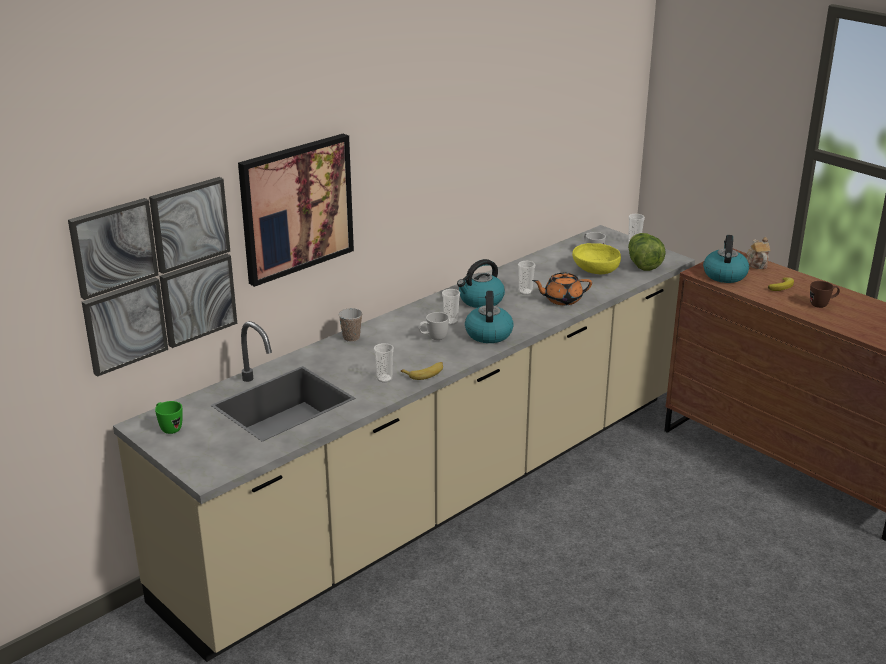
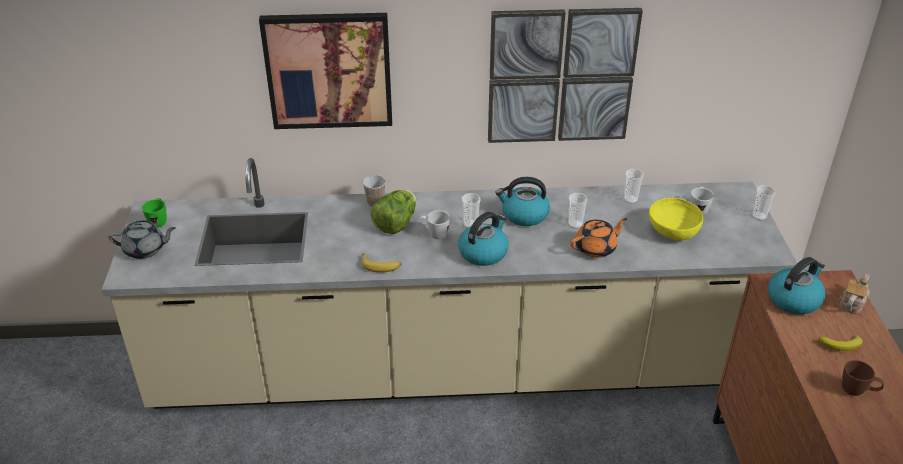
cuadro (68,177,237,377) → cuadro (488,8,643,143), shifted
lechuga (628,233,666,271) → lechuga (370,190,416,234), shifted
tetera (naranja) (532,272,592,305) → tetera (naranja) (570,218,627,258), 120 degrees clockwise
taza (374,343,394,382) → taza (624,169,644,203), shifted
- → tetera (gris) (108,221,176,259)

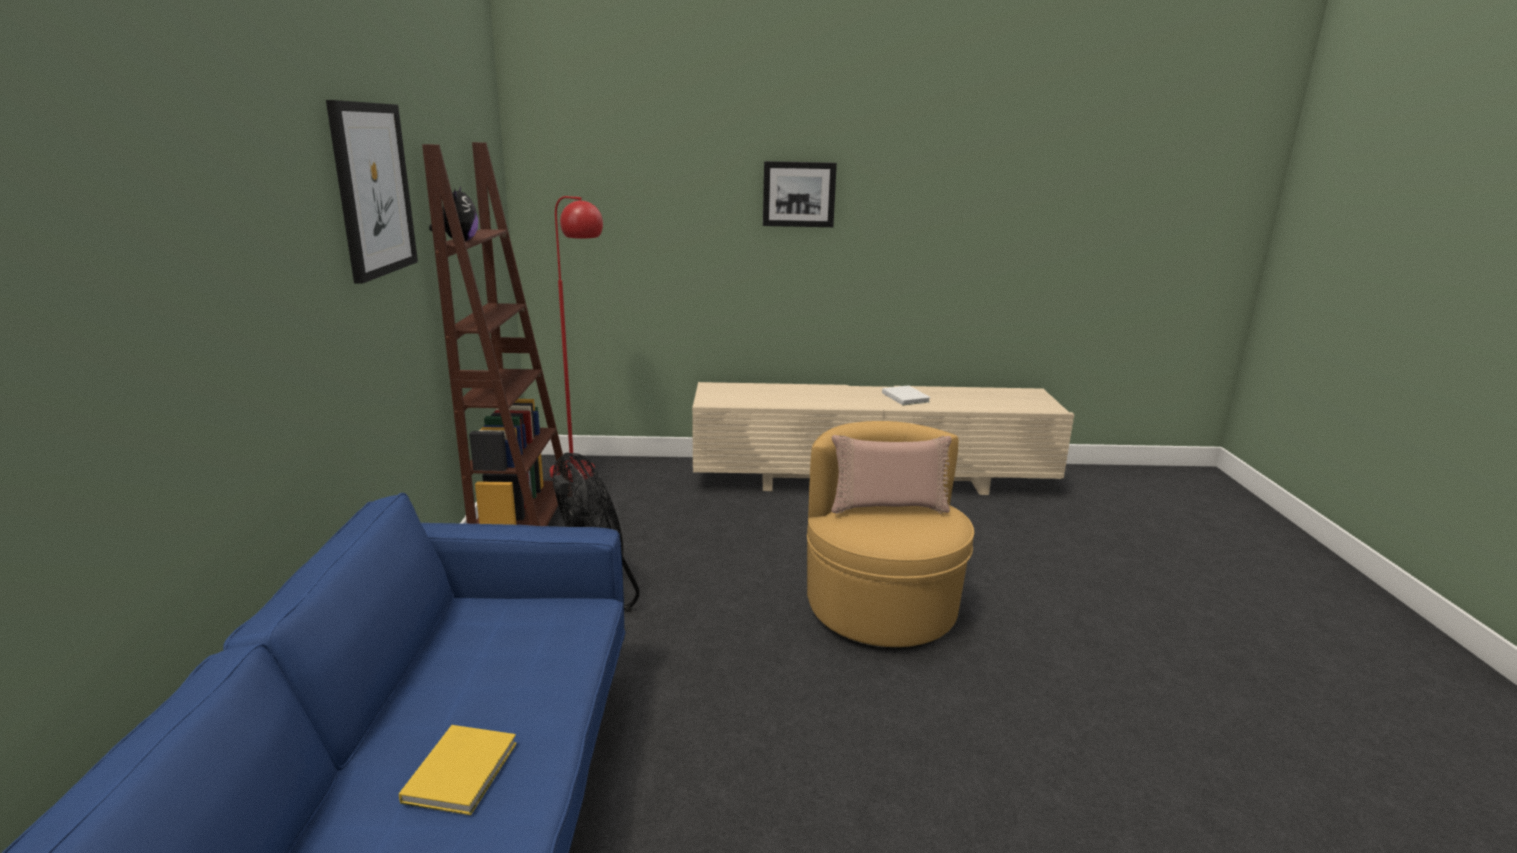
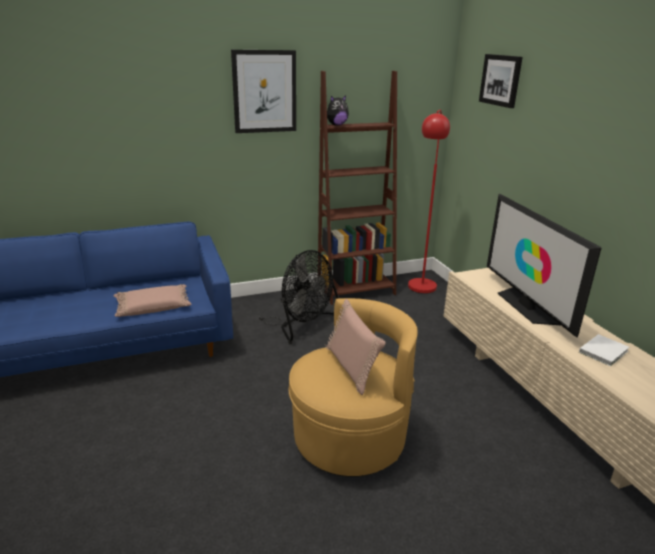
cuadro (763,161,837,227) → cuadro (479,54,523,108), shifted
libro (amarillo) (399,725,517,815) → -
- → televisor (487,194,602,337)
- → cojín (beis) (113,284,191,317)

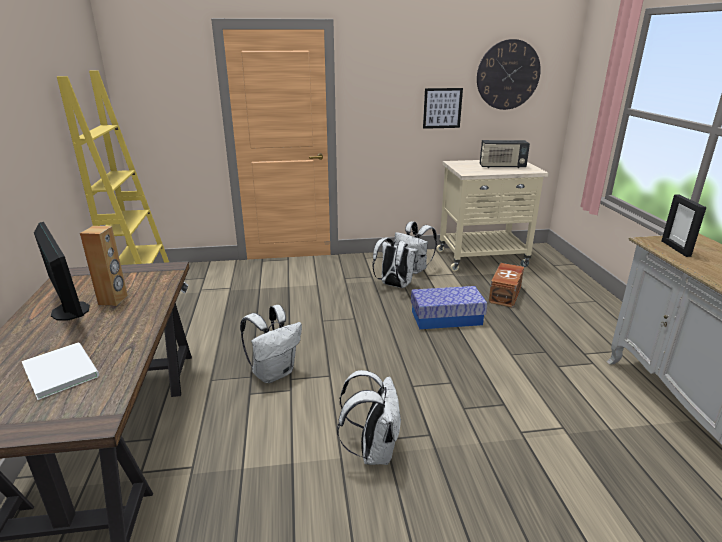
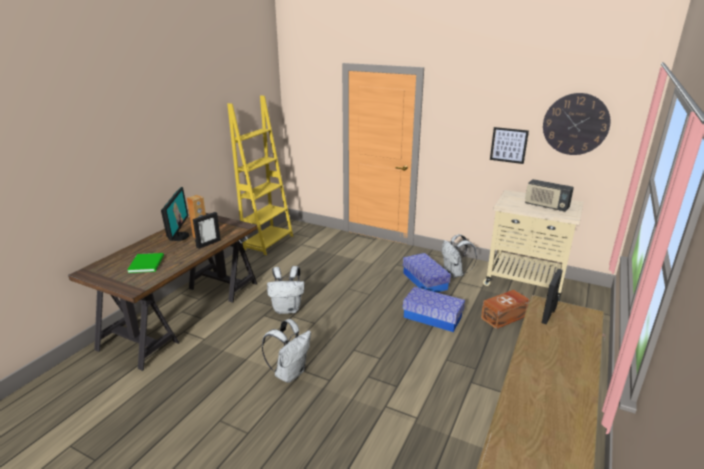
mochila (blanco) (373,238,418,288) → caja de almacenaje (403,253,451,292)
libro (blanco) (22,343,99,400) → libro (verde) (127,253,164,273)
- → portarretratos (193,212,221,249)

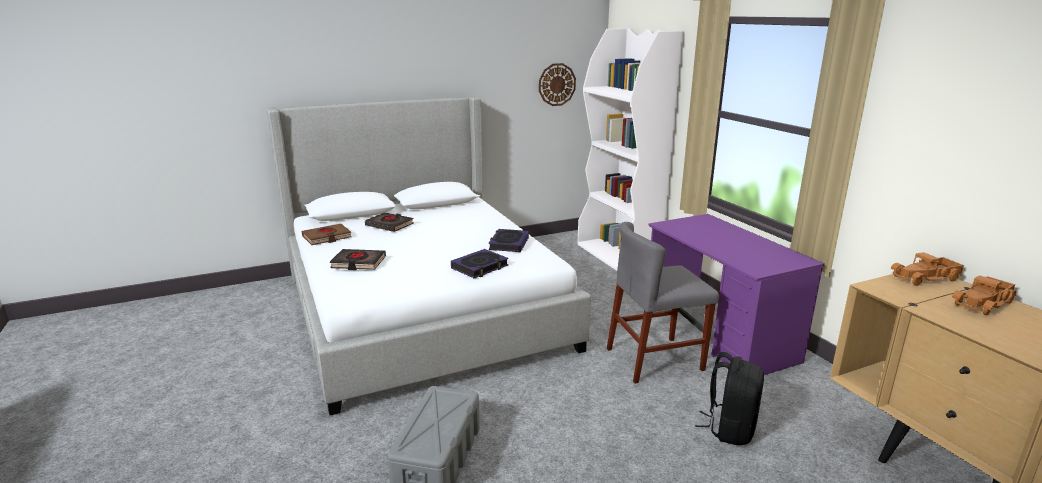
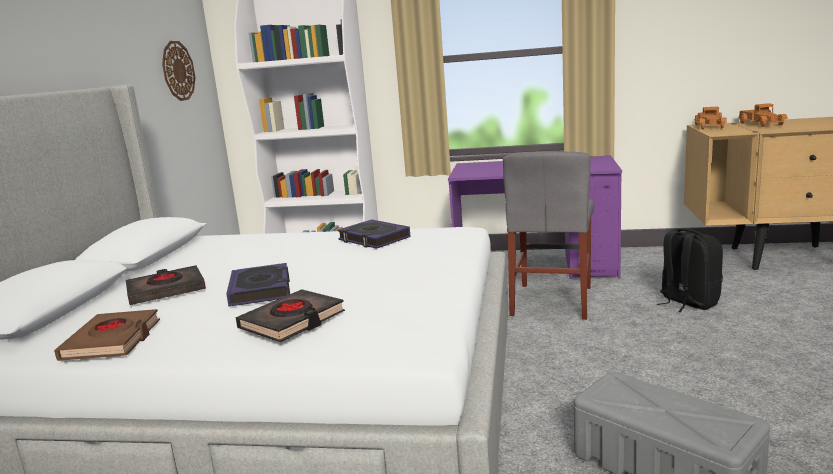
libro (451,249,508,278) → libro (226,263,290,307), shifted

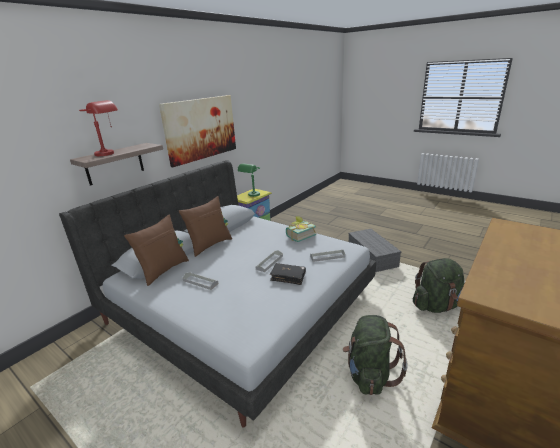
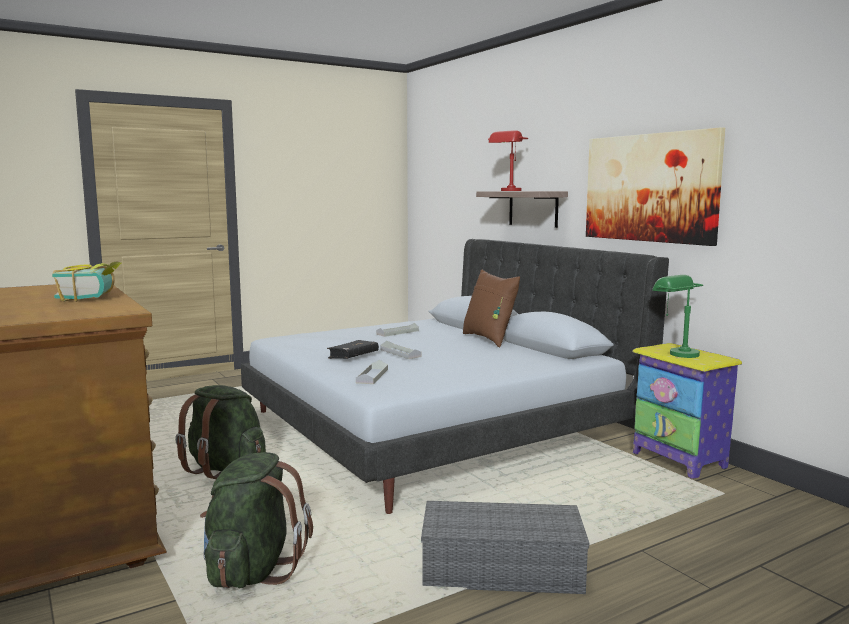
cojín (marrón) (124,214,189,286) → -
libro (286,216,316,242) → libro (52,262,121,302), shifted

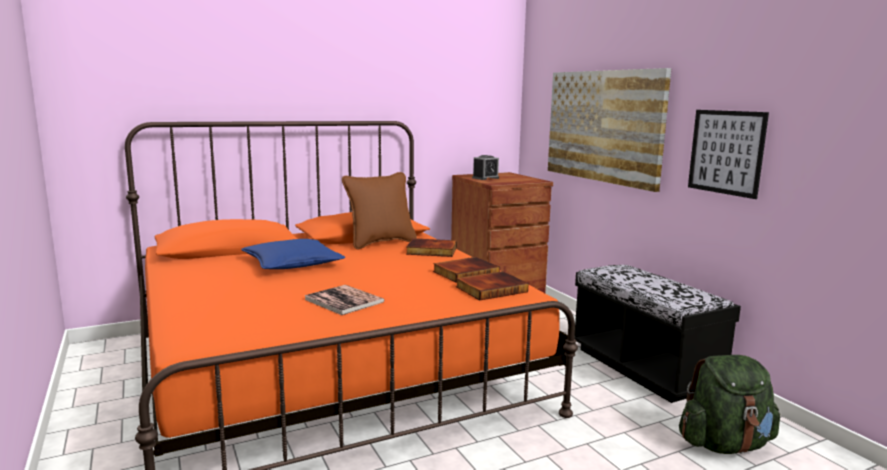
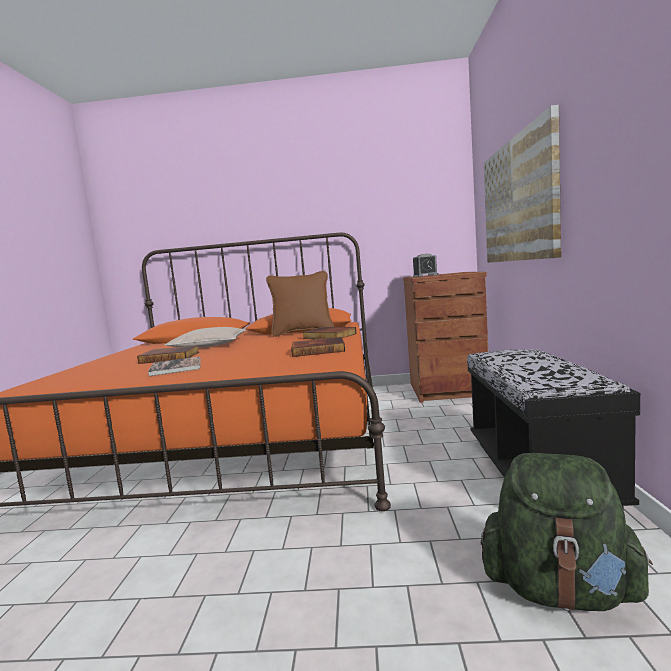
cuadro (688,110,769,199) → -
cojín (azul) (241,239,345,269) → cojín (beis) (165,327,246,347)
libro (456,271,529,301) → libro (137,345,199,364), shifted

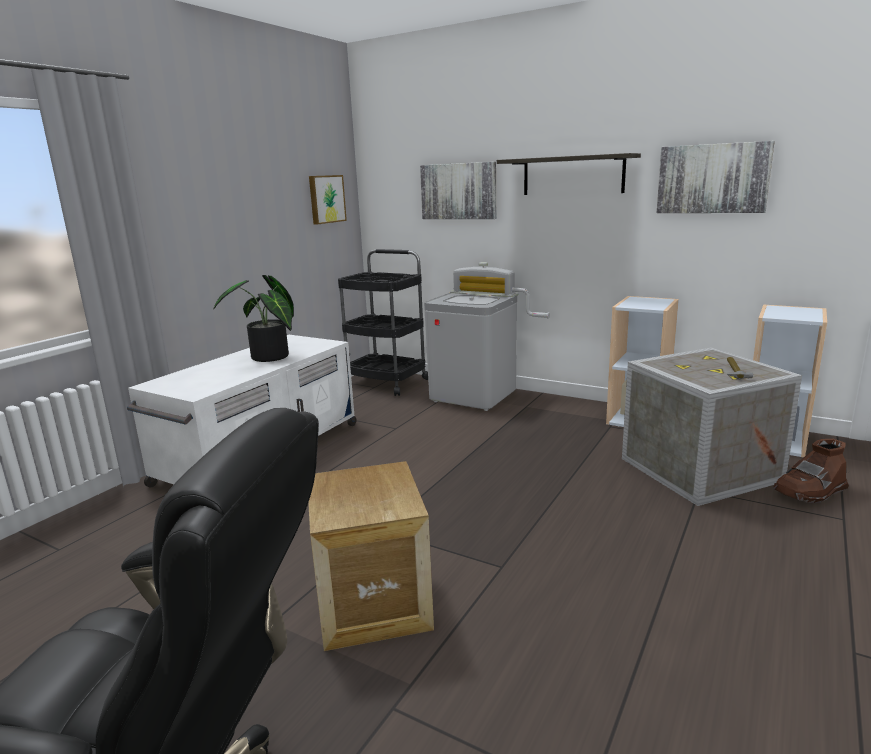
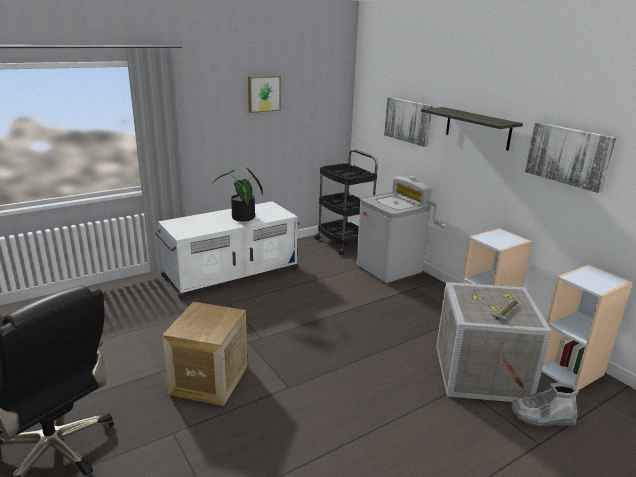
cuadro (309,175,347,224) → cuadro (248,76,281,113), shifted
bota (marrón) (773,439,849,503) → bota (gris) (510,382,579,427)

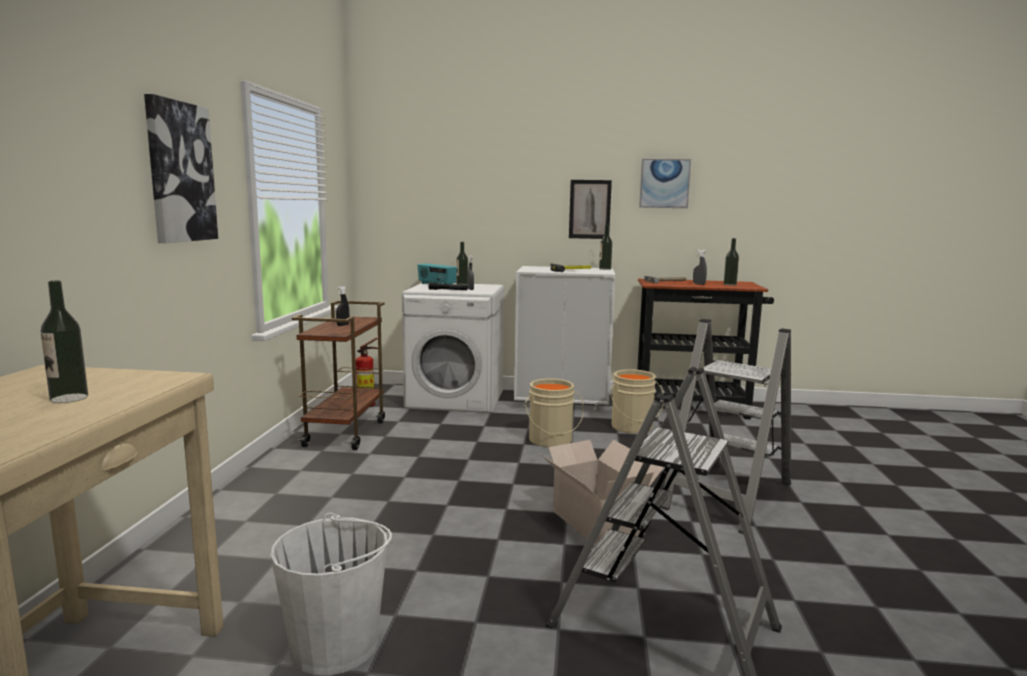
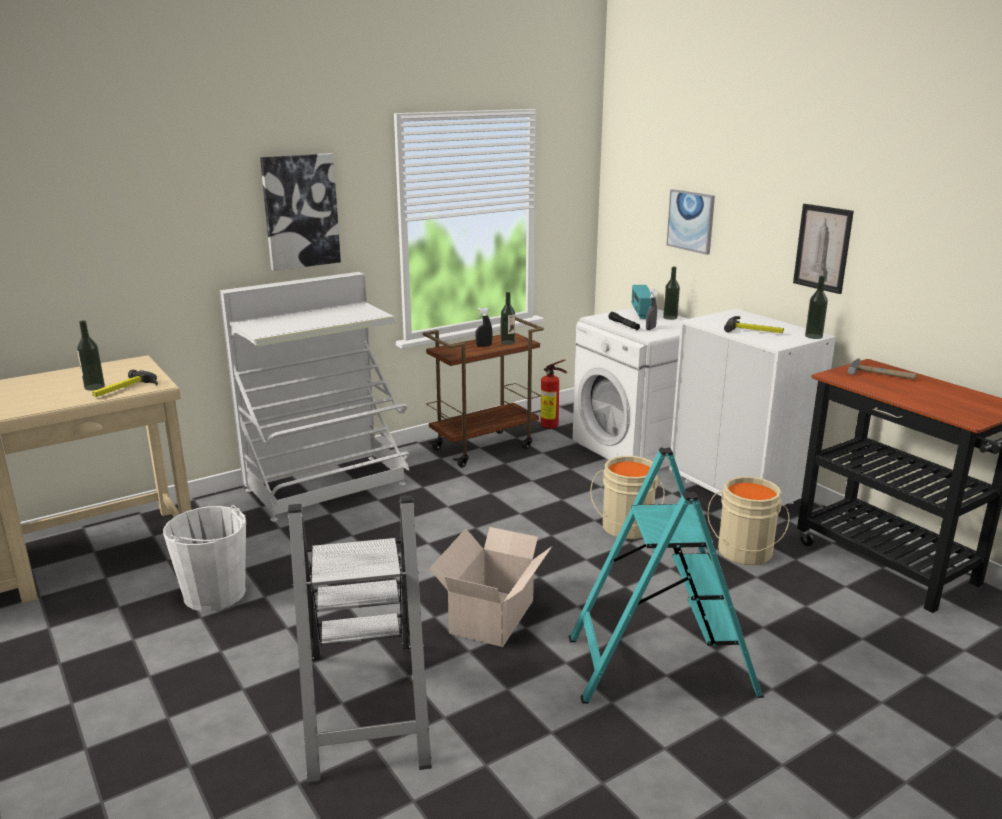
cuadro (639,159,691,208) → cuadro (666,189,715,255), shifted
botella (724,238,739,286) → botella (501,292,515,345), shifted
pulverizador (gris) (693,249,707,285) → -
escalera de tijera (gris) (660,319,791,534) → escalera de tijera (turquesa) (569,447,764,704)
- → zapatero (blanco) (219,272,409,522)
- → martillo (92,369,158,397)

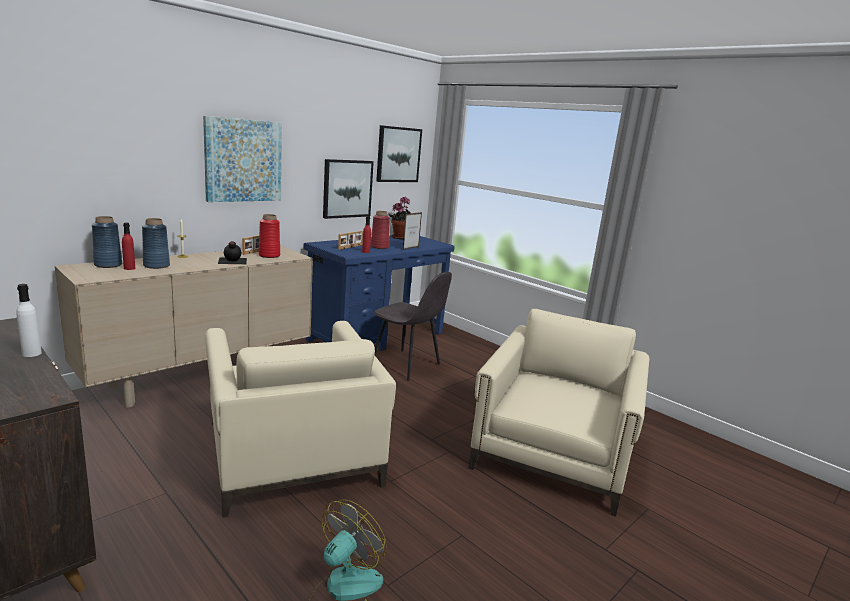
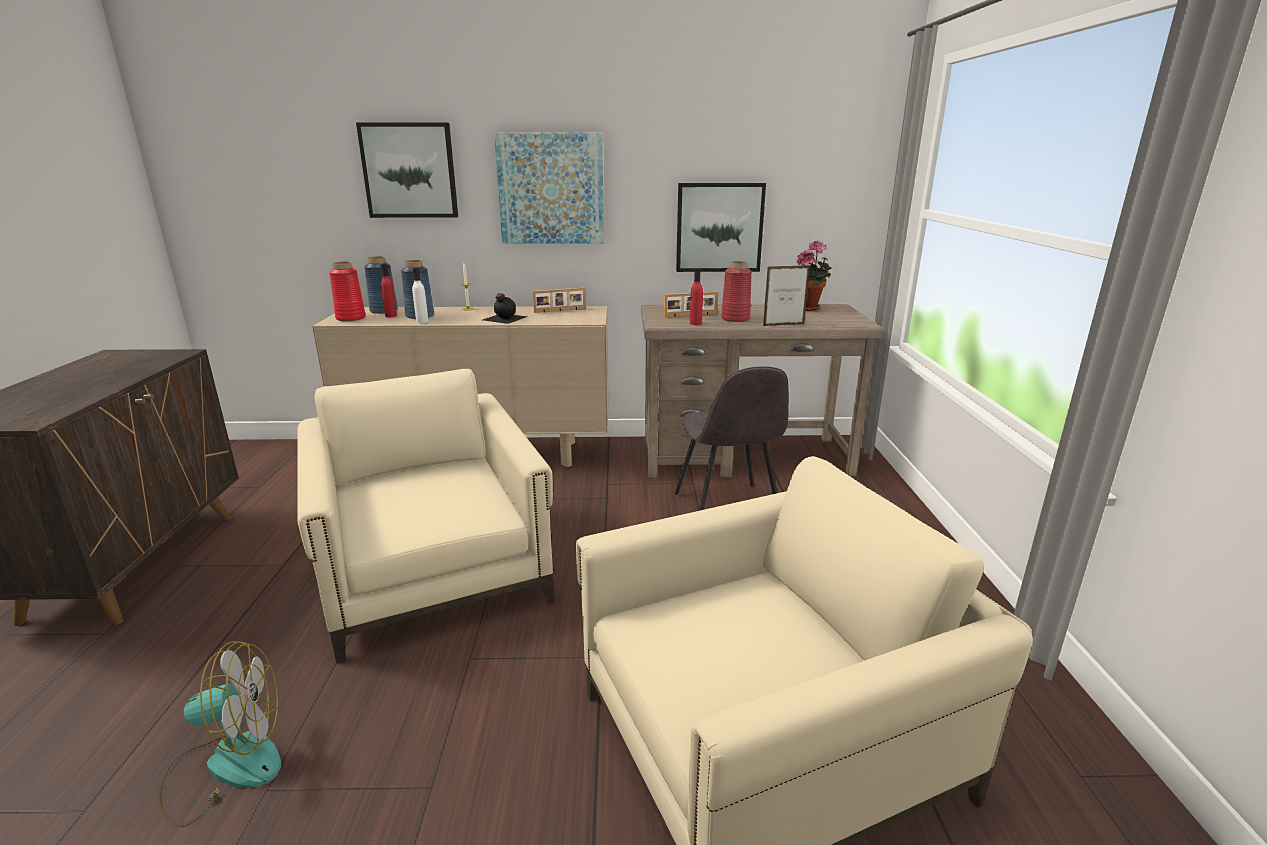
cuadro (376,125,422,182) → cuadro (356,123,458,218), shifted
florero (rojo) (258,214,280,258) → florero (rojo) (329,261,366,321), shifted
escritorio (azul) (303,235,454,351) → escritorio (marrón) (641,304,883,478)
botella (blanco) (16,284,42,357) → botella (blanco) (412,268,429,323), shifted
sillón (beis) (205,321,396,518) → sillón (beis) (297,369,554,663), 135 degrees clockwise

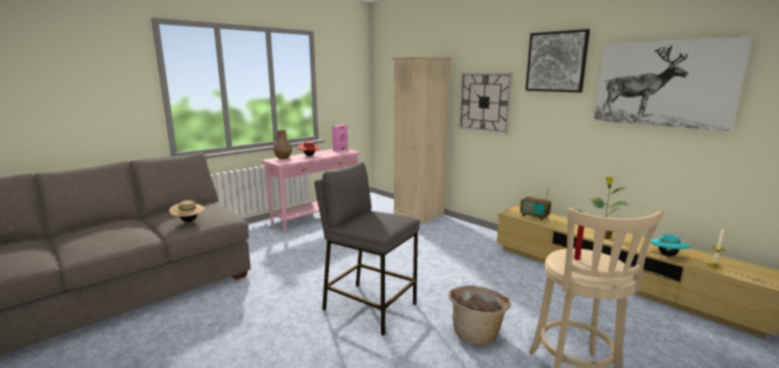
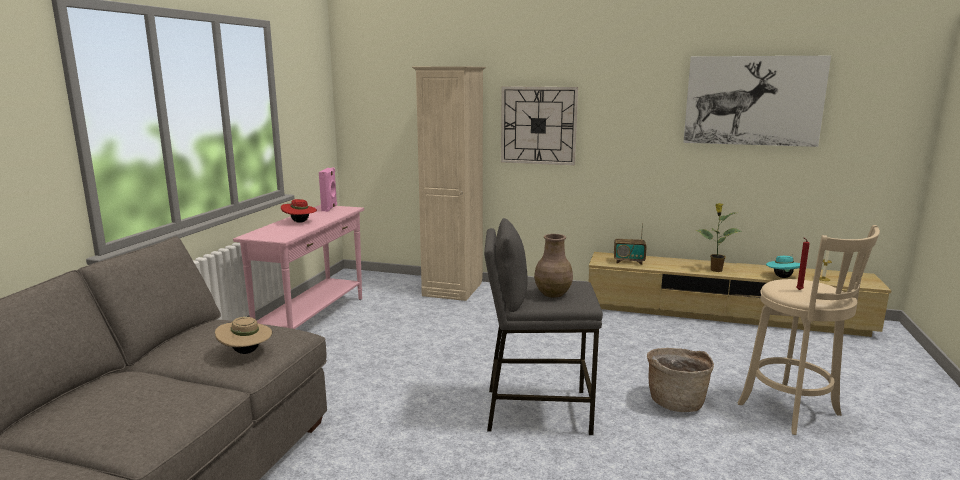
cuadro (525,29,590,93) → -
florero (marrón) (274,130,292,159) → florero (marrón) (534,234,573,298), shifted

